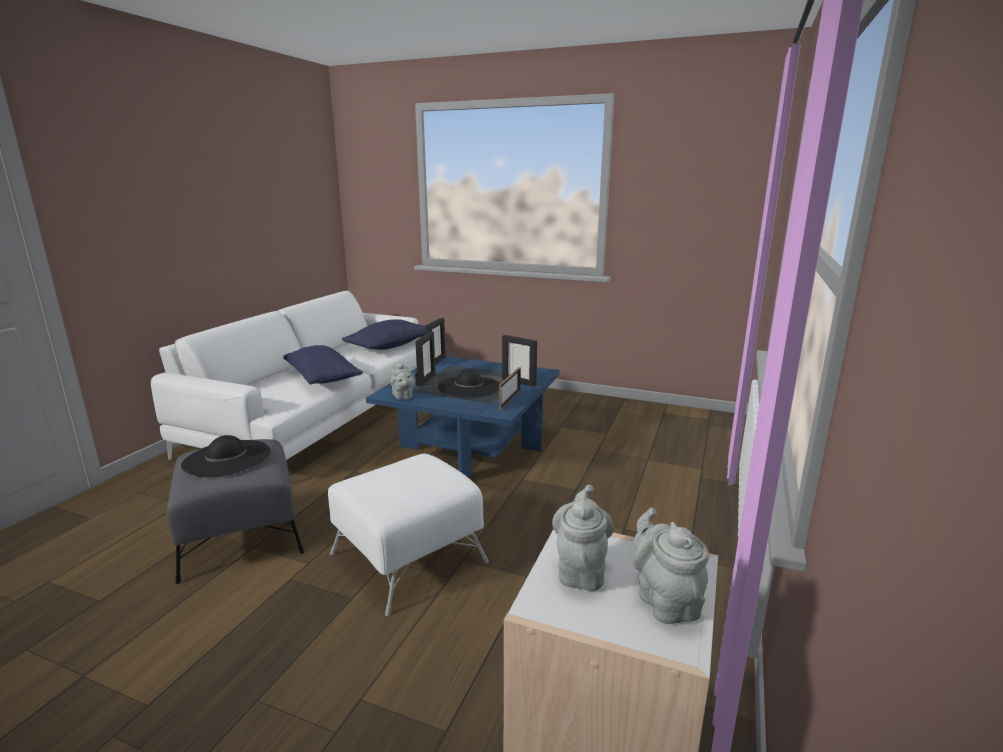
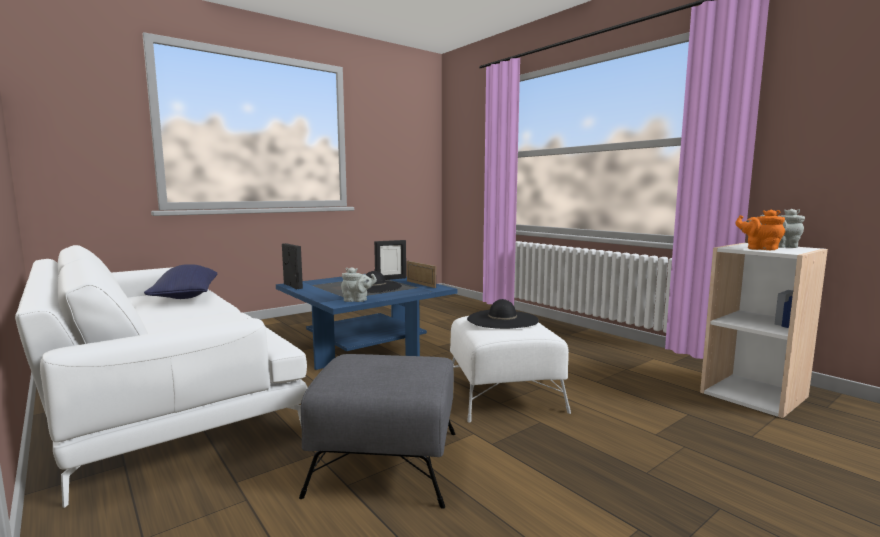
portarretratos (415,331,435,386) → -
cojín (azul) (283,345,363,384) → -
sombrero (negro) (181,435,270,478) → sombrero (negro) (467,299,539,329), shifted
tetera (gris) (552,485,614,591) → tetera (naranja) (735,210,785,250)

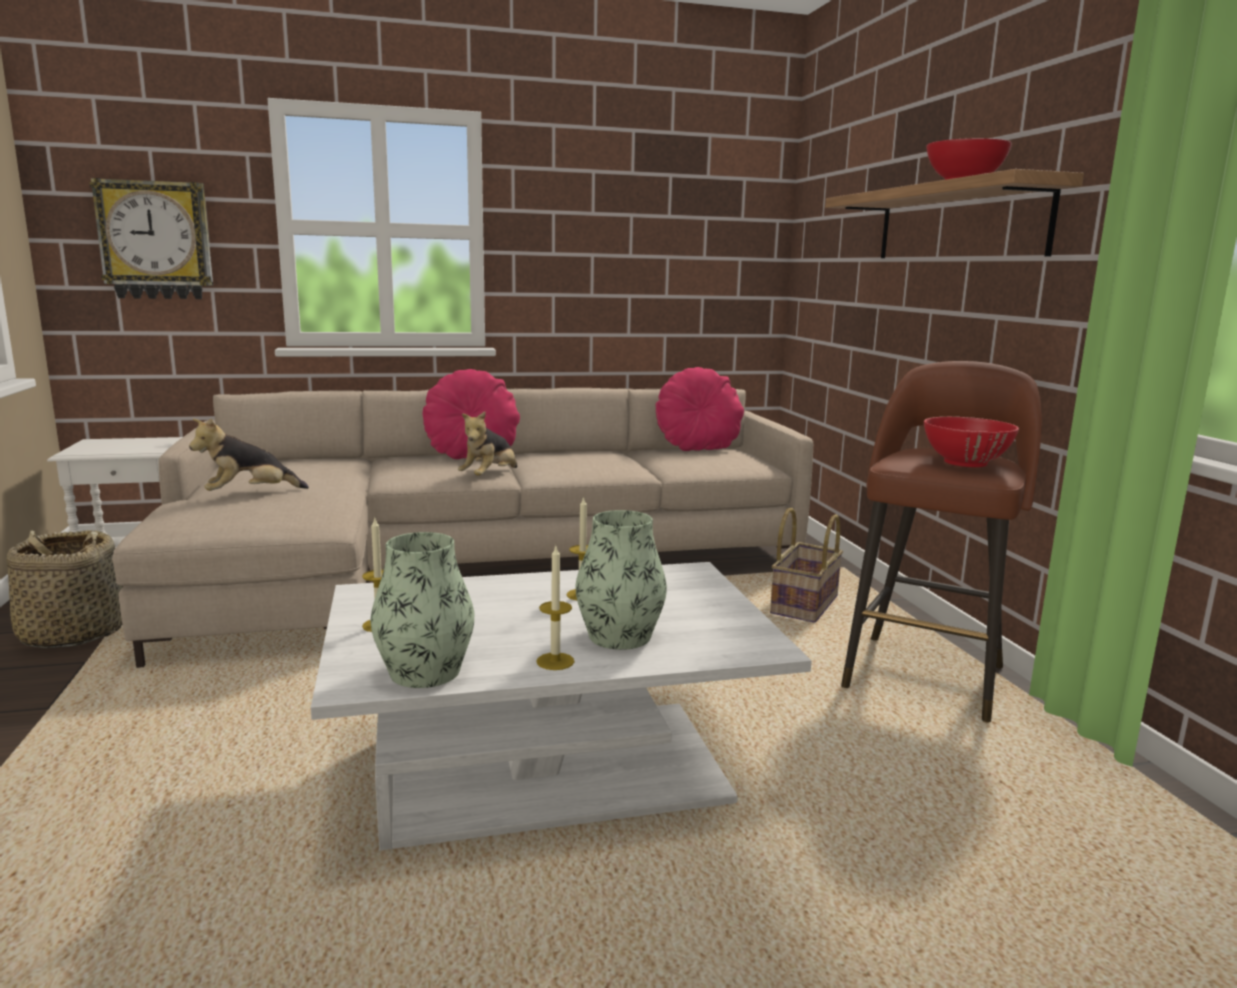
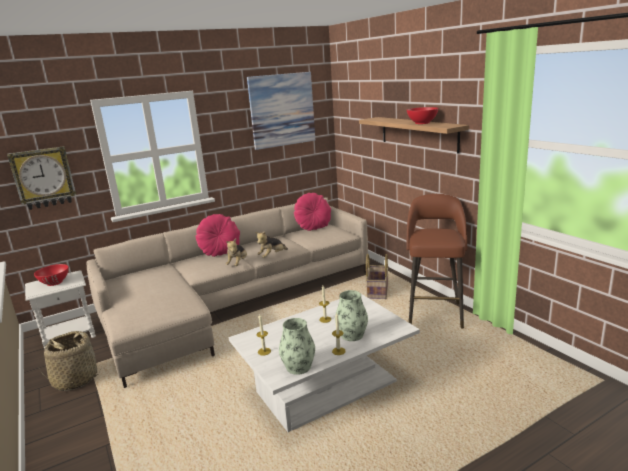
cuenco (rojo) (924,417,1019,467) → cuenco (rojo) (34,264,69,286), shifted
peluche (189,418,309,491) → peluche (255,231,288,258), shifted
- → cuadro (247,72,315,150)

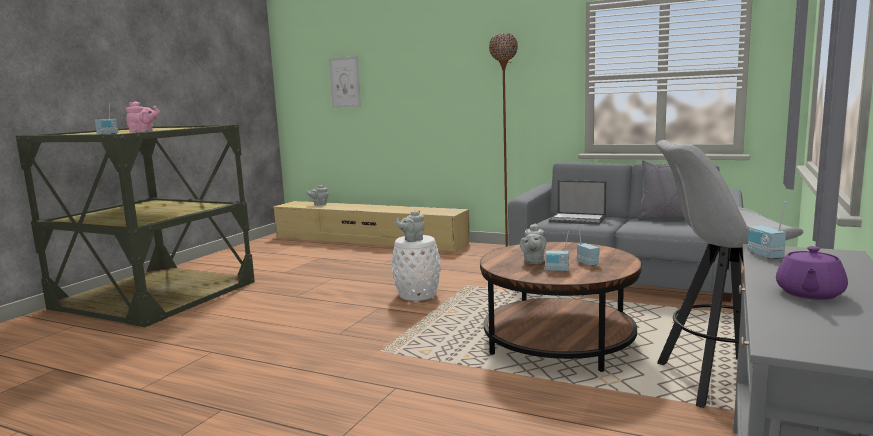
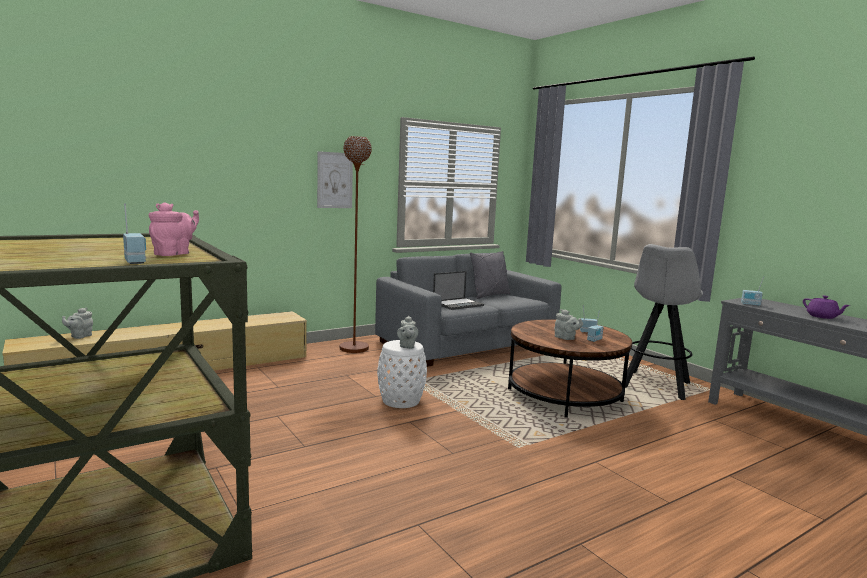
cuadro (329,56,361,108) → cuadro (317,151,353,208), shifted

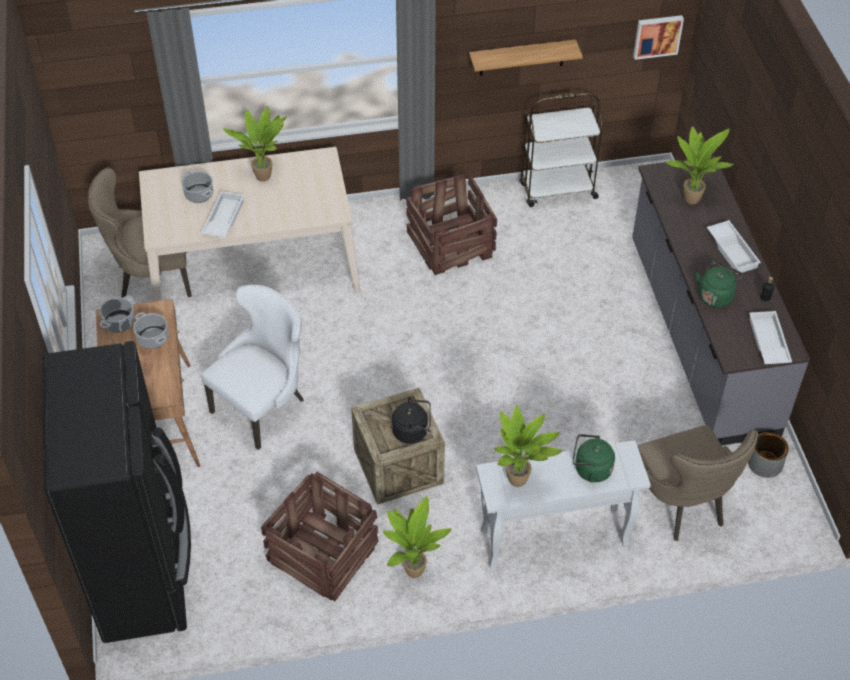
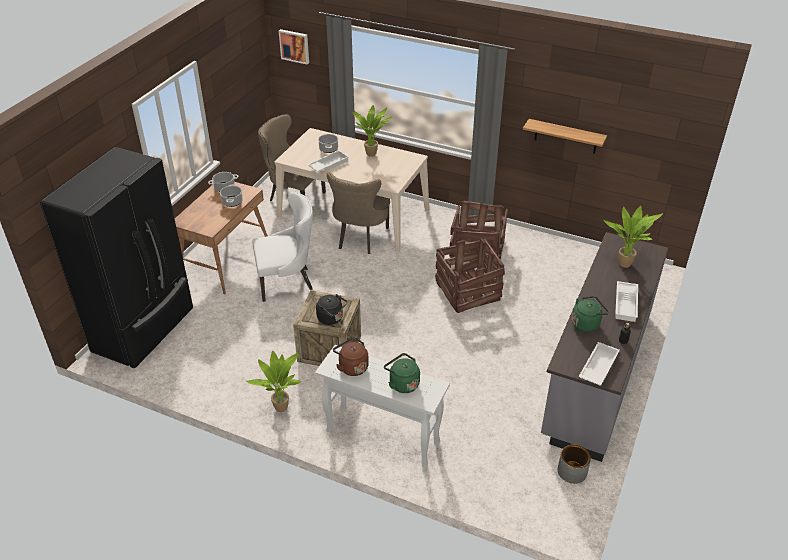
cuadro (633,15,684,60) → cuadro (279,29,309,65), shifted
carrito (blanco) (519,93,602,207) → -
planta en maceta (494,405,562,487) → hervidor (marrón) (333,337,369,376)
silla (beis) (638,425,758,541) → silla (beis) (327,172,390,254), shifted
caja de embalaje (261,472,378,601) → caja de embalaje (435,238,505,313), shifted

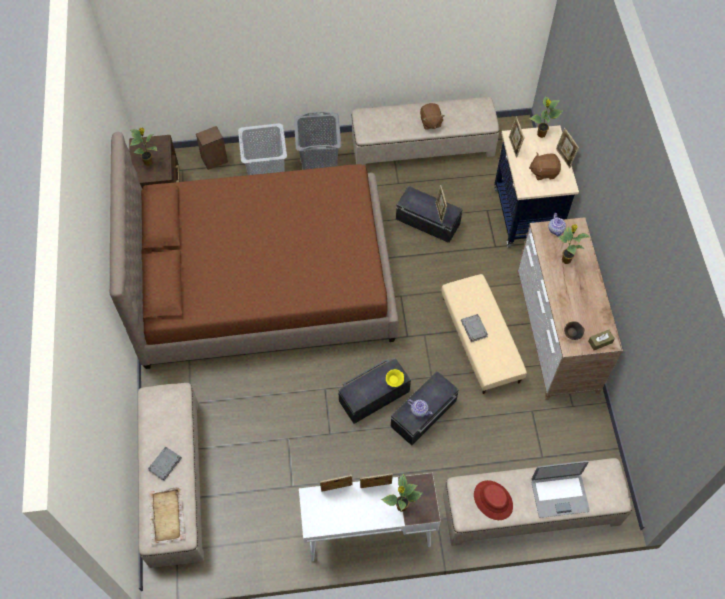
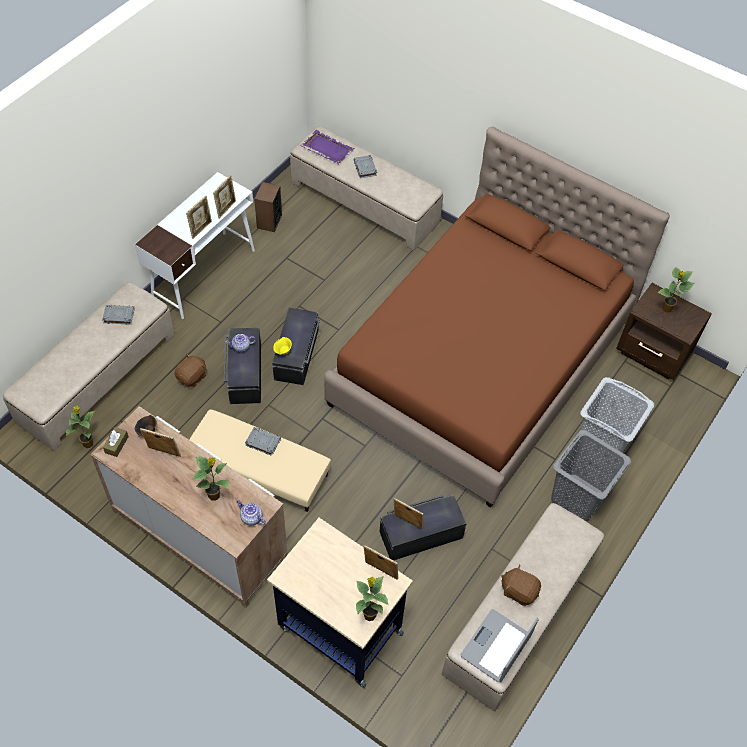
altavoz (196,126,228,170) → altavoz (254,182,282,232), shifted
portarretratos (556,128,579,168) → portarretratos (140,428,181,457), shifted
peluche (marrón) (529,153,561,180) → peluche (marrón) (174,354,206,388), shifted
portátil (531,461,590,518) → portátil (461,609,538,682), shifted
planta en maceta (381,474,423,512) → planta en maceta (66,406,95,448), shifted
sombrero (rojo) (474,480,513,520) → libro (gris) (102,305,135,325)
bandeja (beis) (148,487,186,545) → bandeja (morado) (300,130,355,164)

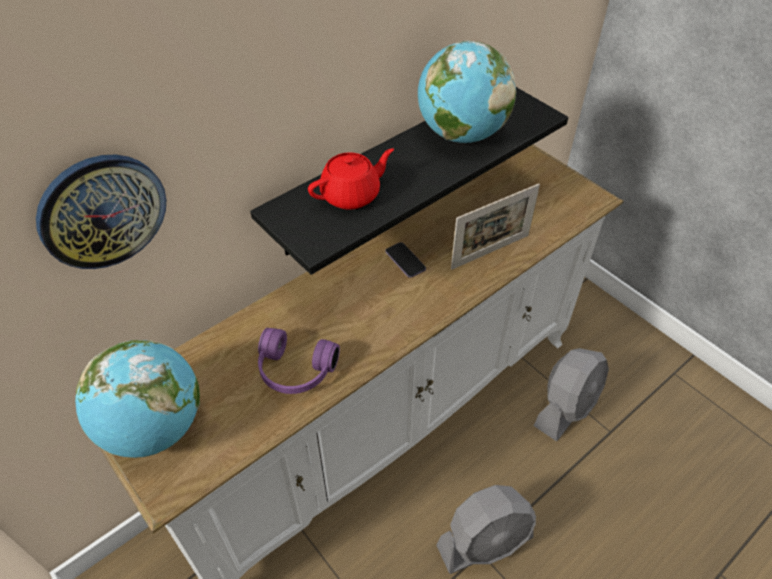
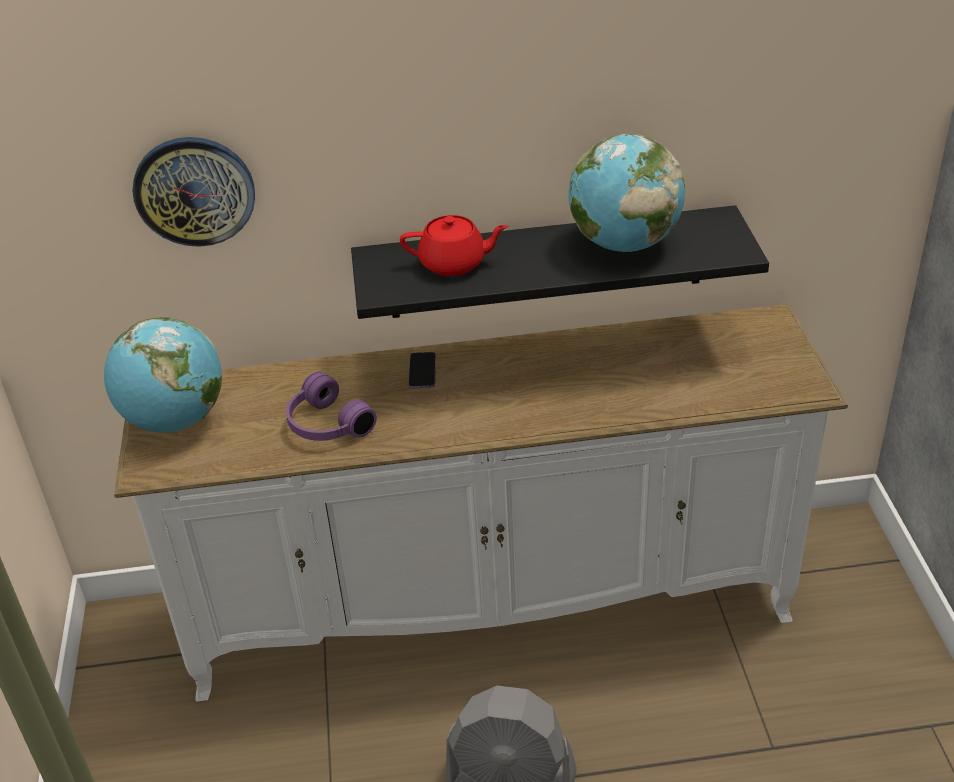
portarretratos (451,184,540,270) → -
móvil (385,242,426,278) → móvil (408,352,436,388), shifted
ventilador (gris) (534,348,609,442) → -

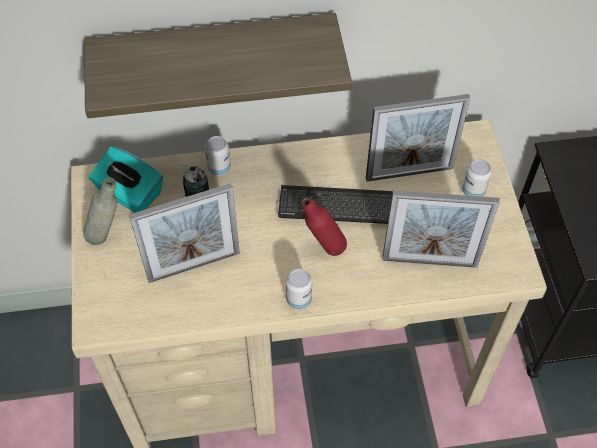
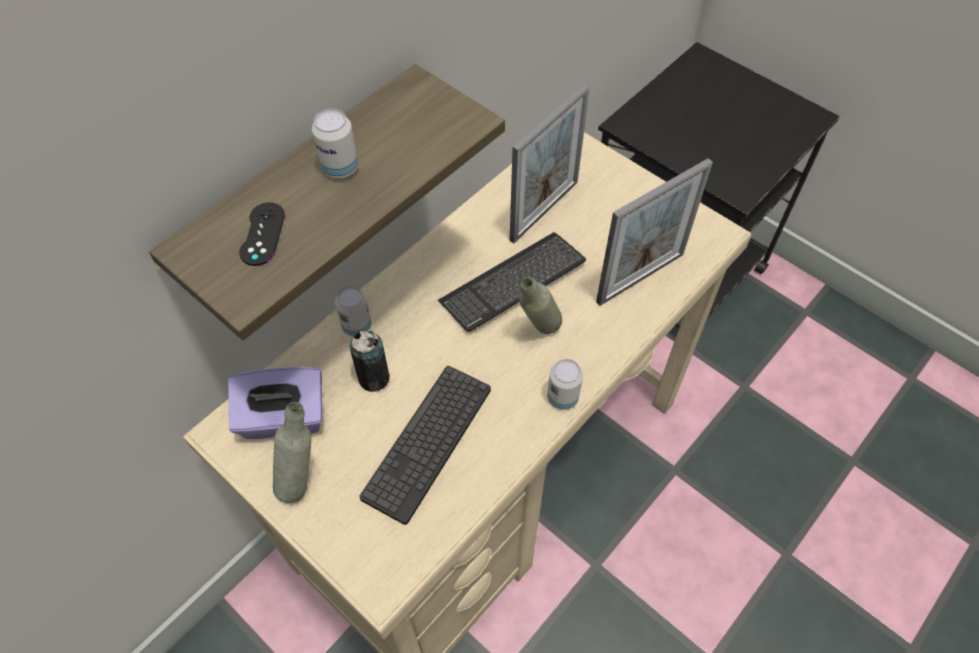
caja de pañuelos (turquesa) (89,146,163,213) → caja de pañuelos (morado) (228,367,322,439)
lata (462,159,492,197) → lata (312,109,358,178), shifted
portarretratos (129,183,240,283) → teclado (360,366,491,525)
botella (rojo) (302,197,347,256) → botella (gris) (519,277,562,334)
- → mando de consola (negro) (239,202,285,266)

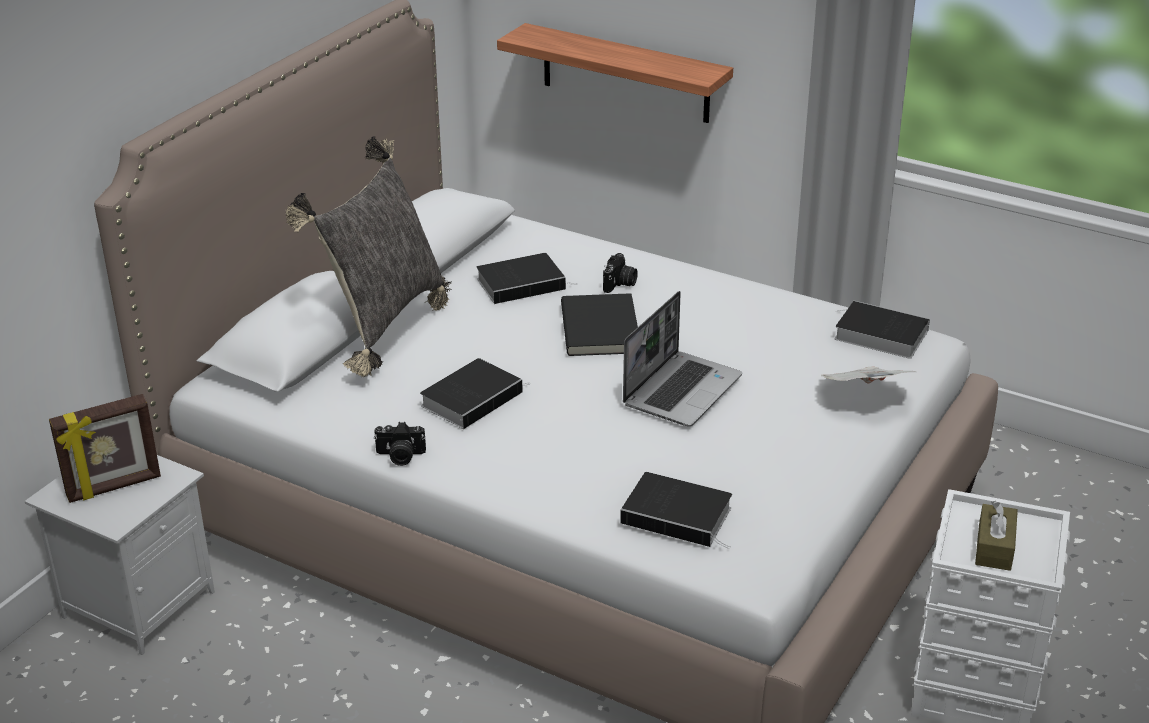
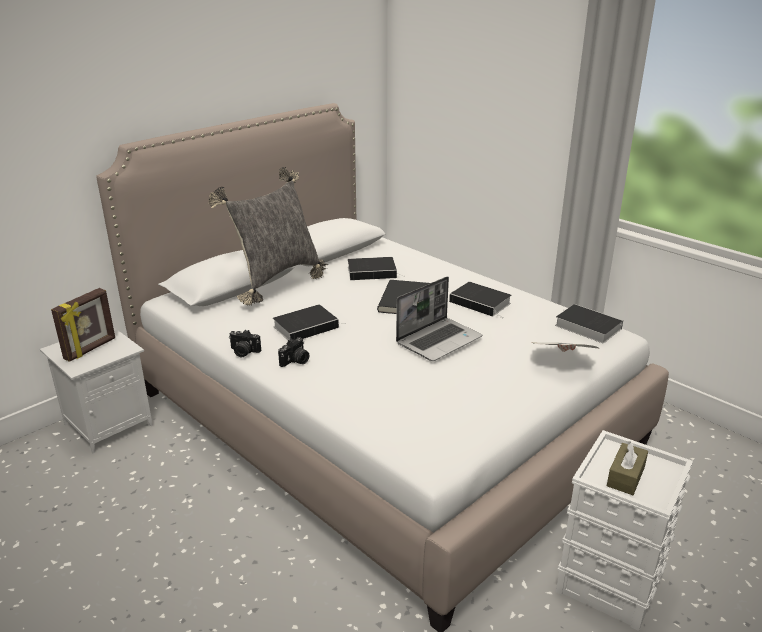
estante (497,23,733,123) → -
cámara (603,253,638,293) → cámara (278,337,309,367), shifted
portarretratos (49,394,161,503) → portarretratos (51,288,115,362), 45 degrees counterclockwise
libro (620,472,732,549) → libro (449,282,512,318), shifted

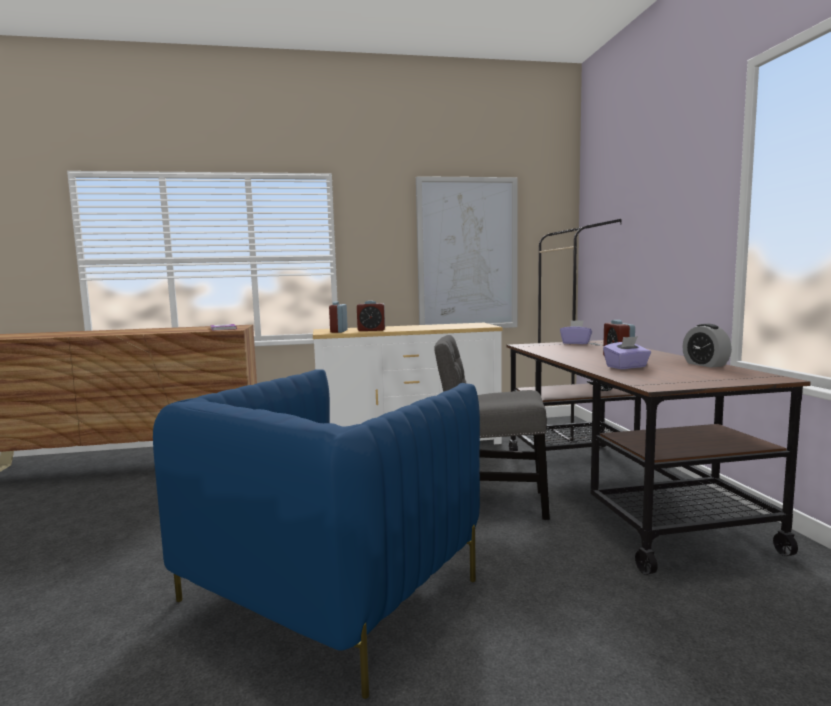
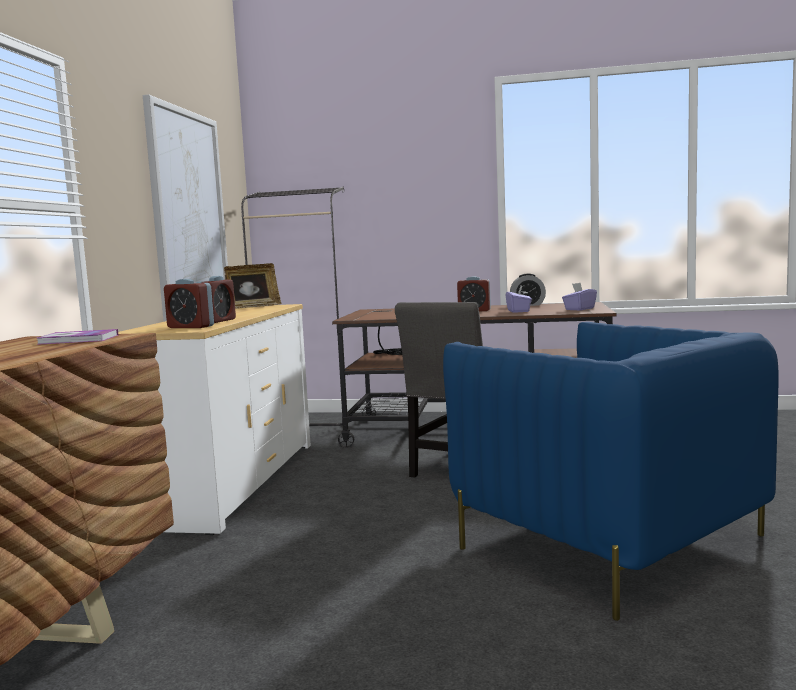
caja de pañuelos (morado) (560,320,592,344) → caja de pañuelos (morado) (562,283,597,310), shifted
- → portarretratos (224,263,281,309)

